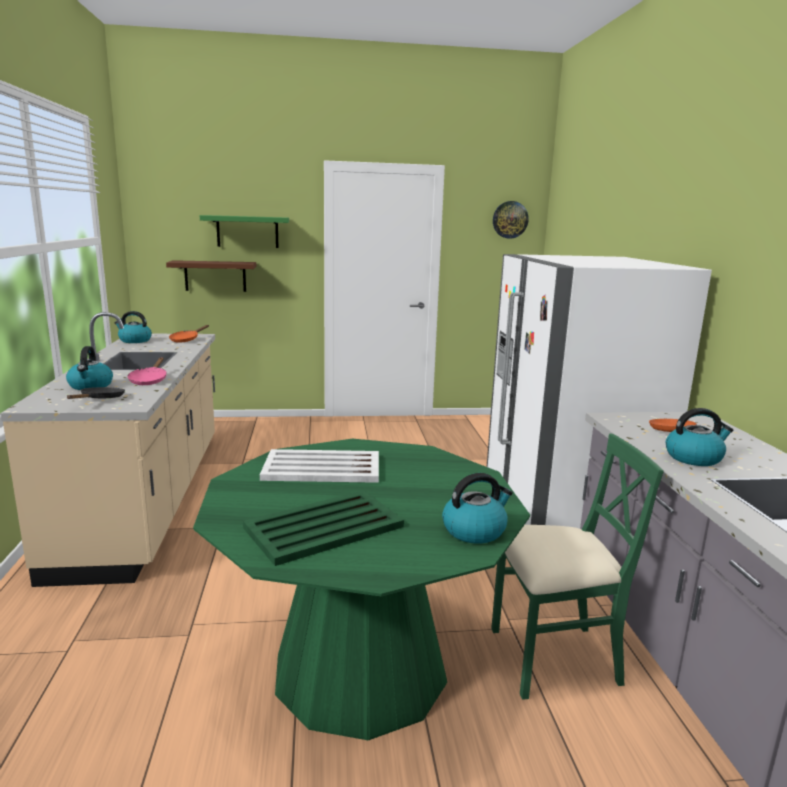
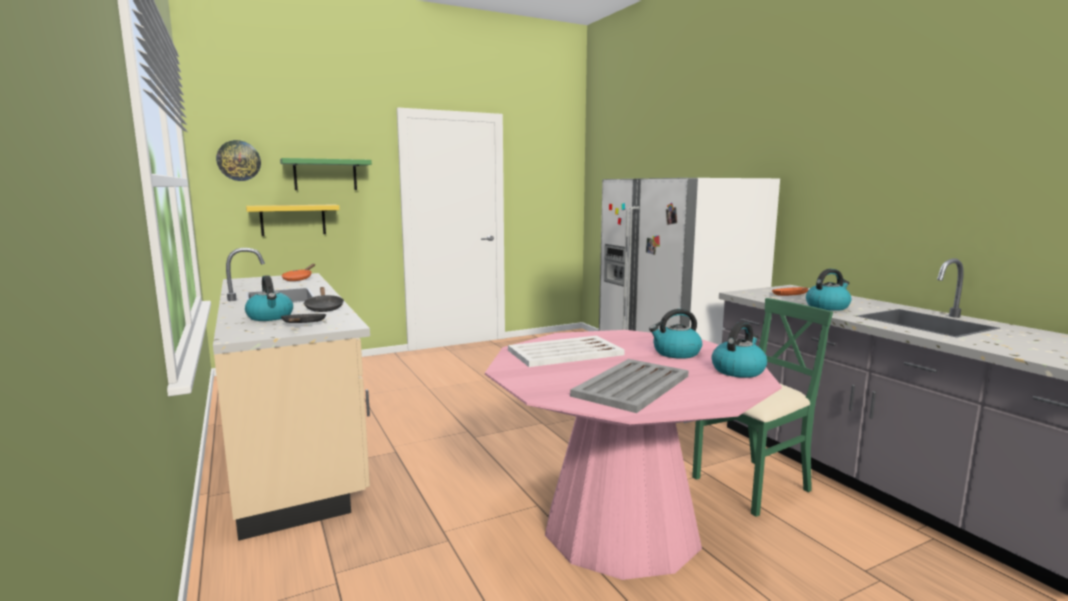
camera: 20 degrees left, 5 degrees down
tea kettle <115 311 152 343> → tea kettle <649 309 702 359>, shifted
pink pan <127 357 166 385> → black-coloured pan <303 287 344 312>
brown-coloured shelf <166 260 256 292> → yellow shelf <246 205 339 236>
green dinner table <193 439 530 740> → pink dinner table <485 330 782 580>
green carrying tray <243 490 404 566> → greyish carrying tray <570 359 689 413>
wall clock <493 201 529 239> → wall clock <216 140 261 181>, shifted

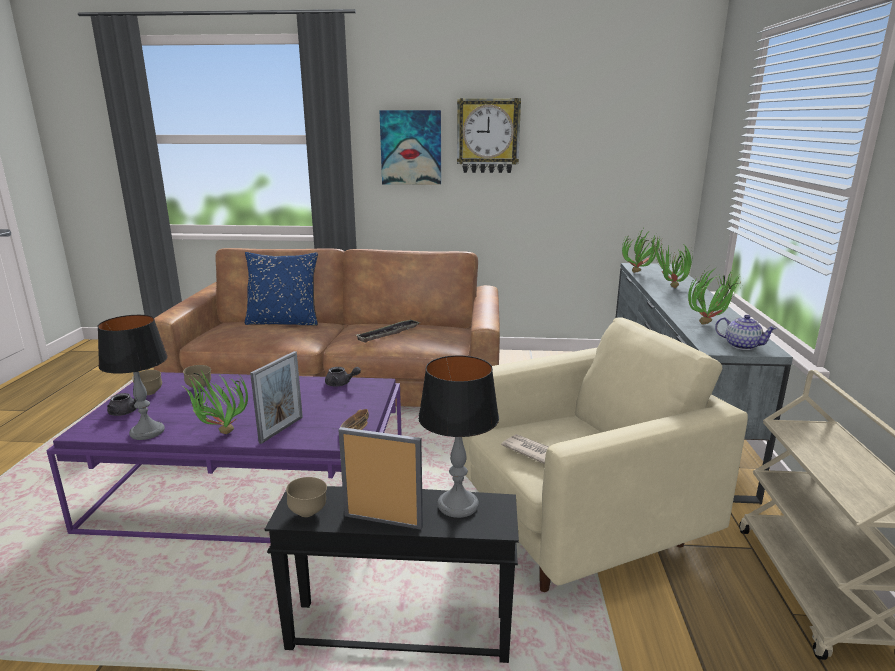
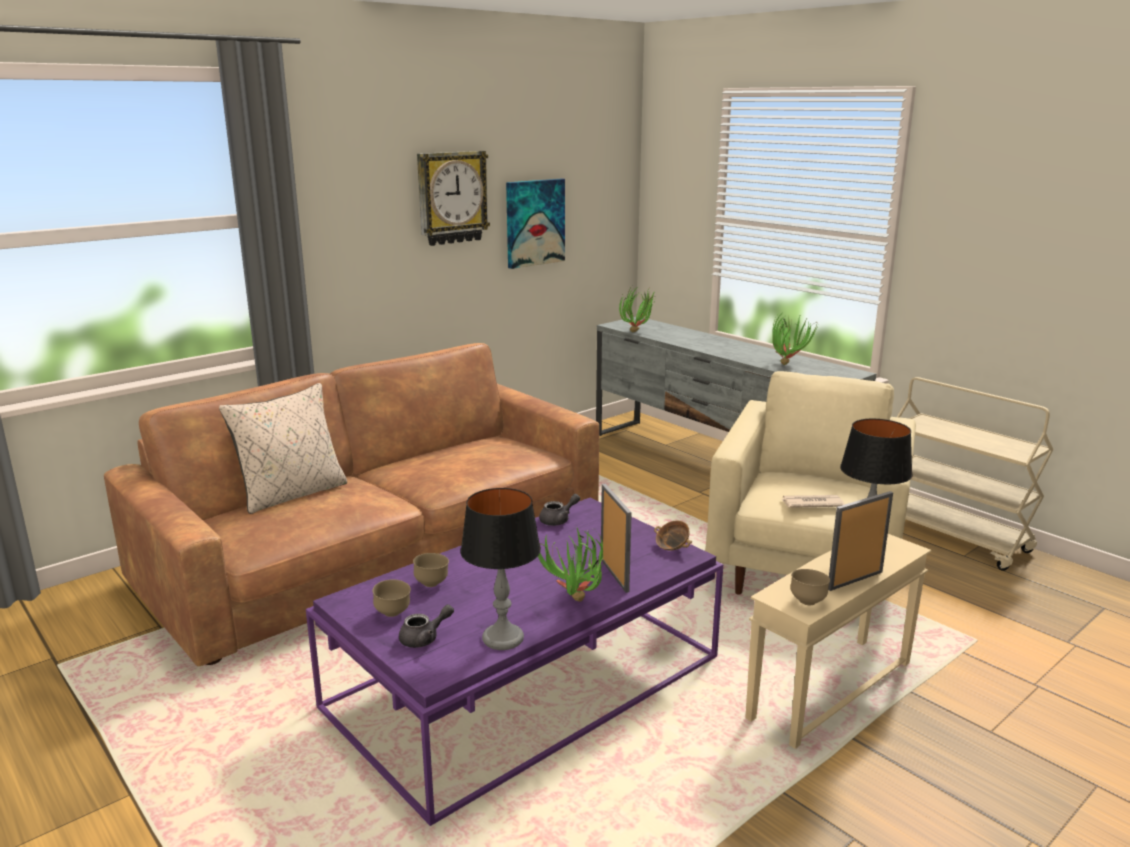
camera: 45 degrees left, 0 degrees up
bluish cushion <245 252 318 326> → sand-coloured cushion <219 383 347 514>
black-coloured side table <265 486 519 663> → sand-coloured side table <745 534 931 749>
carrying tray <356 319 421 343> → -
picture <379 110 441 185> → picture <506 179 565 269>, shifted
plant in a pot <652 243 693 288> → -
teapot <715 315 778 350> → -

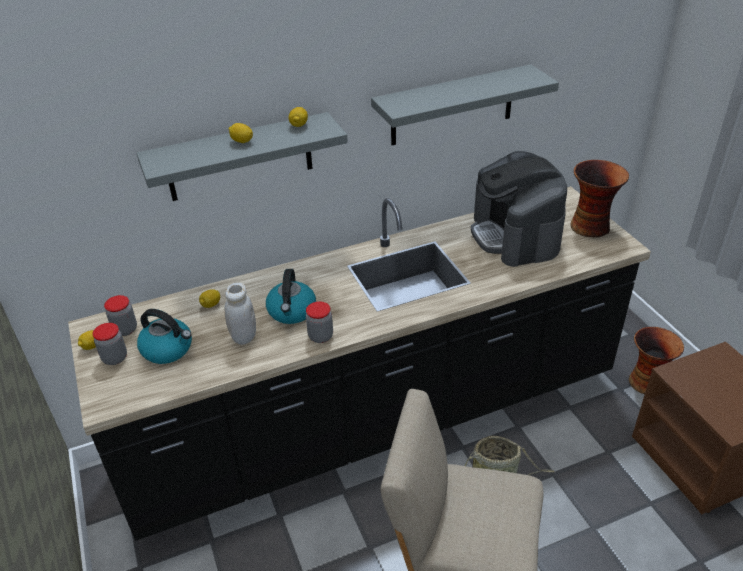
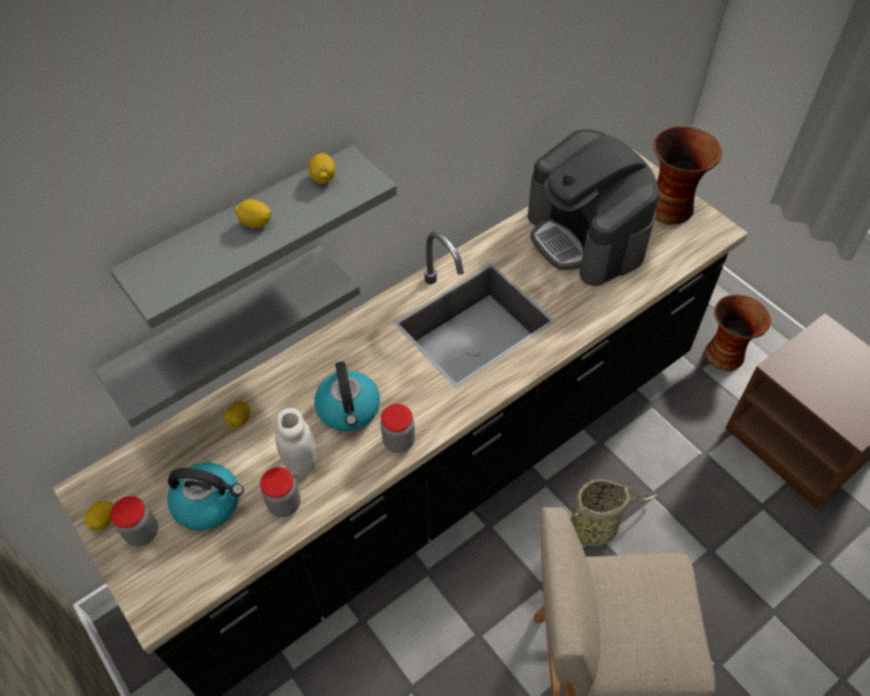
camera: 15 degrees left, 15 degrees up
jar <104 295 137 336> → jar <260 467 301 517>, shifted
greyish shelf <371 64 559 145> → greyish shelf <94 245 360 428>, shifted

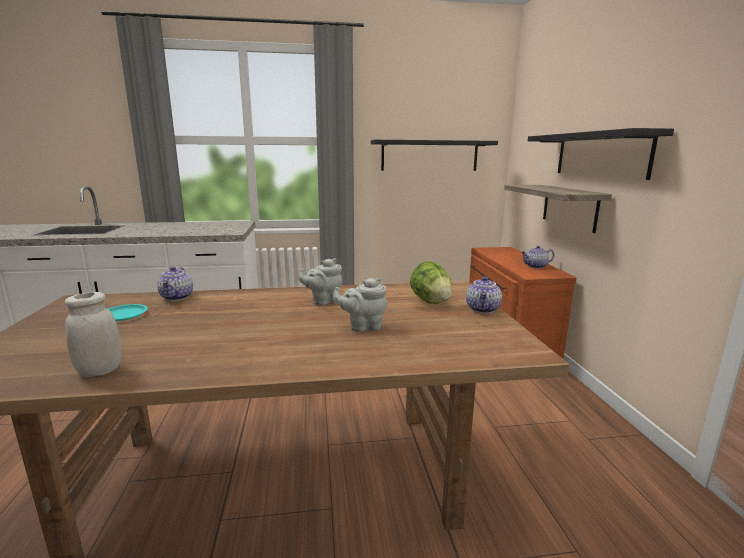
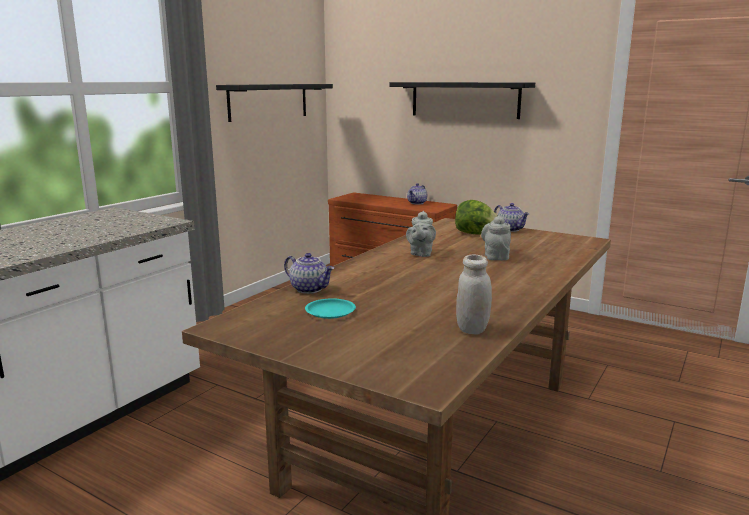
camera: 50 degrees left, 0 degrees up
greyish teapot <333 278 387 332> → greyish teapot <481 216 511 260>, 150 degrees clockwise
shelf <504 185 612 233> → -

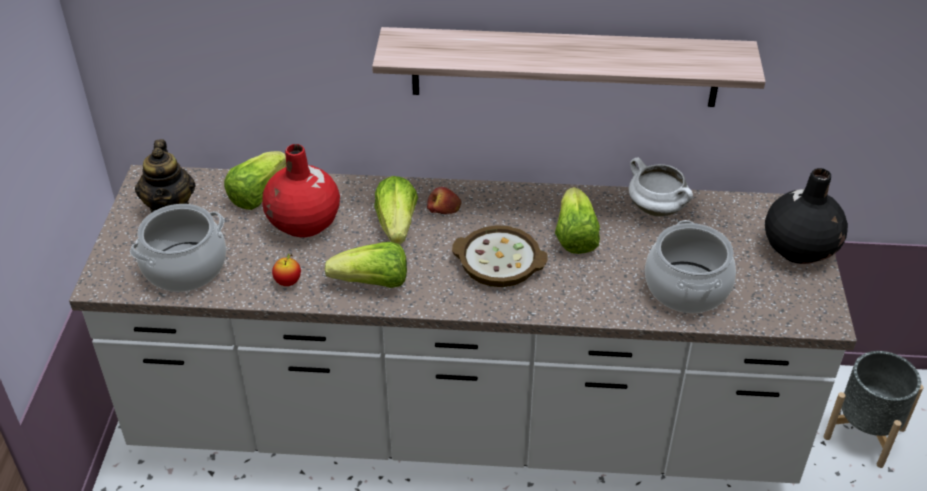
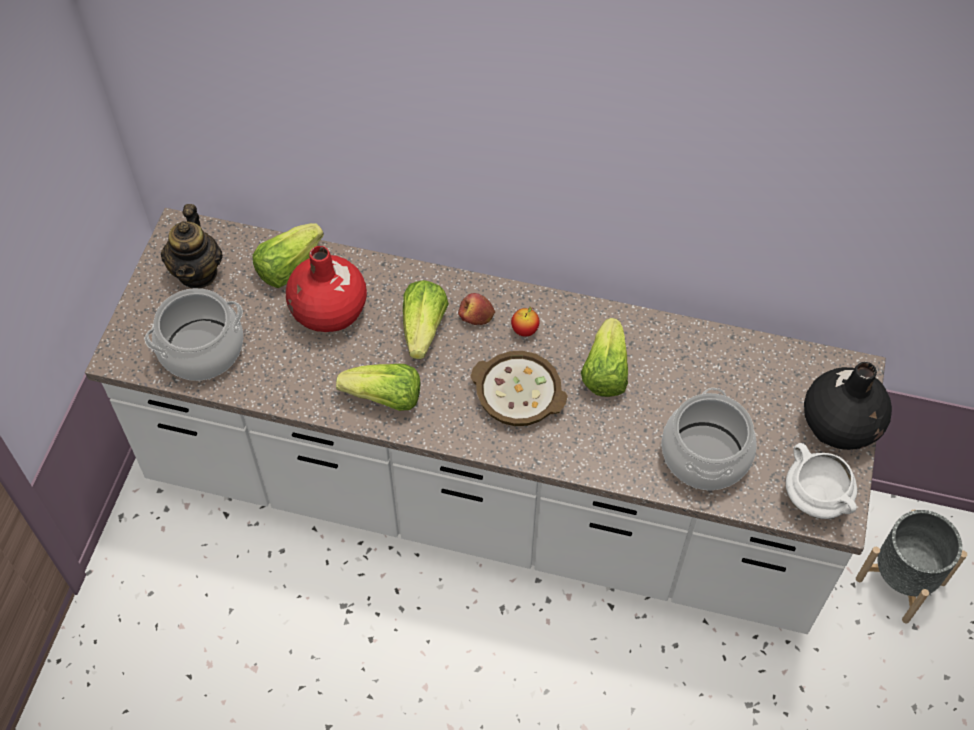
camera: 10 degrees right, 15 degrees up
apple fruit <272 254 301 286> → apple fruit <511 307 540 337>, shifted
shelf <372 27 766 107> → -
white saucepot <628 158 693 216> → white saucepot <785 443 857 519>, shifted

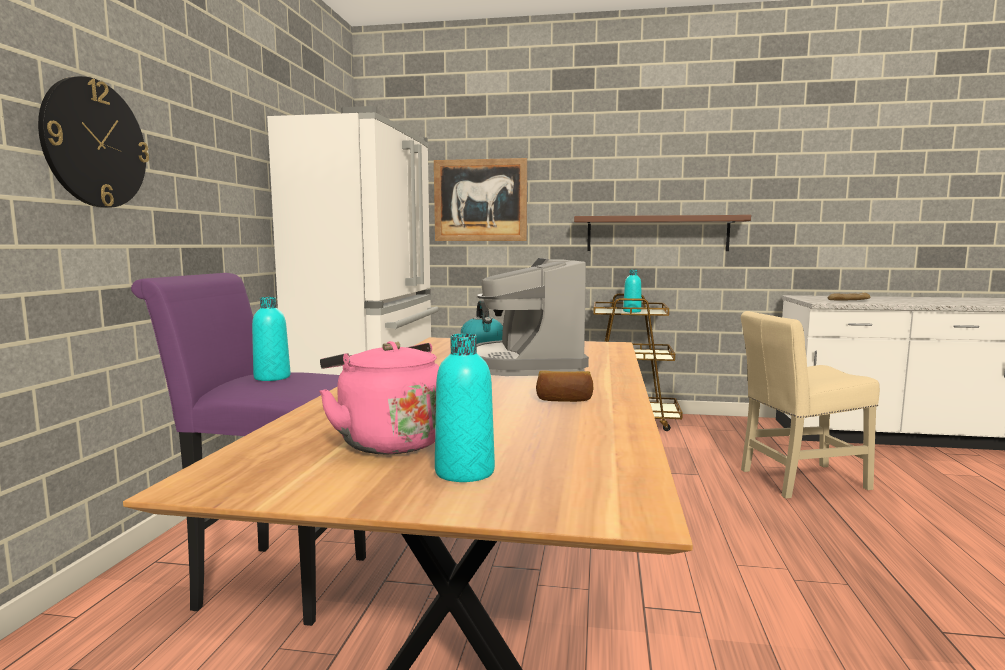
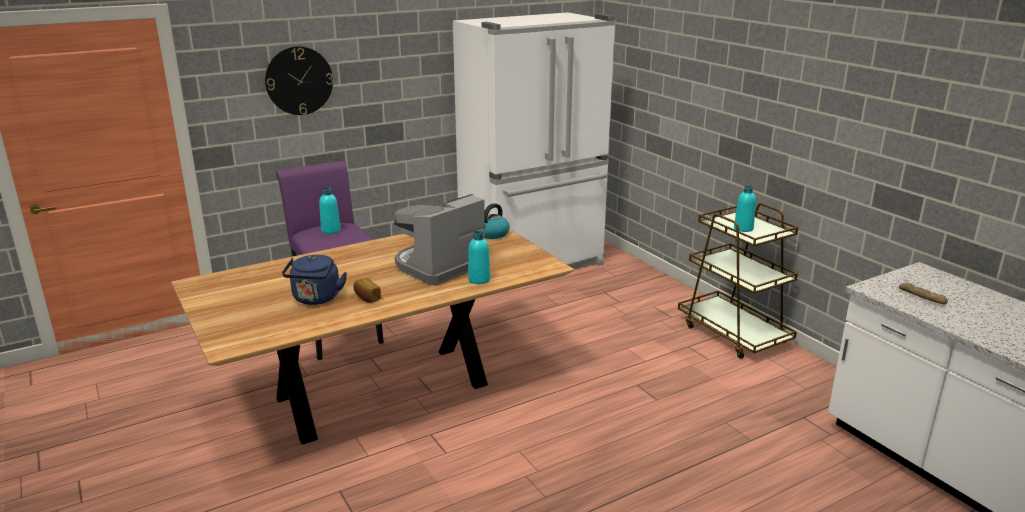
camera: 50 degrees right, 15 degrees up
pink tea kettle <319 341 439 454> → -
picture <434 158 527 241> → -
turquoise-coloured drink bottle <435 334 495 482> → turquoise-coloured drink bottle <468 231 490 284>, shifted
brown-coloured shelf <574 215 751 251> → -
sand-coloured upright chair <741 311 880 499> → -
- → bluish tea kettle <282 255 347 305>

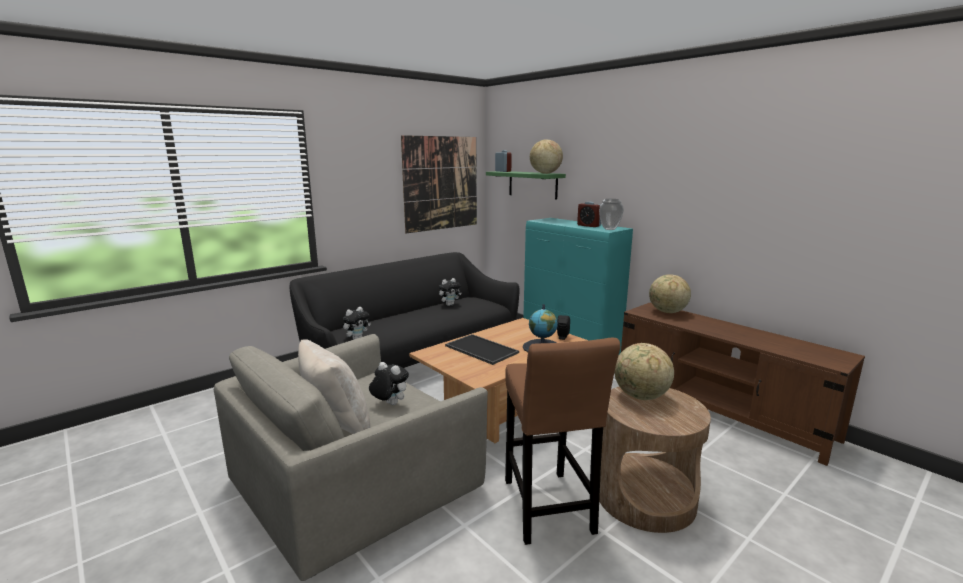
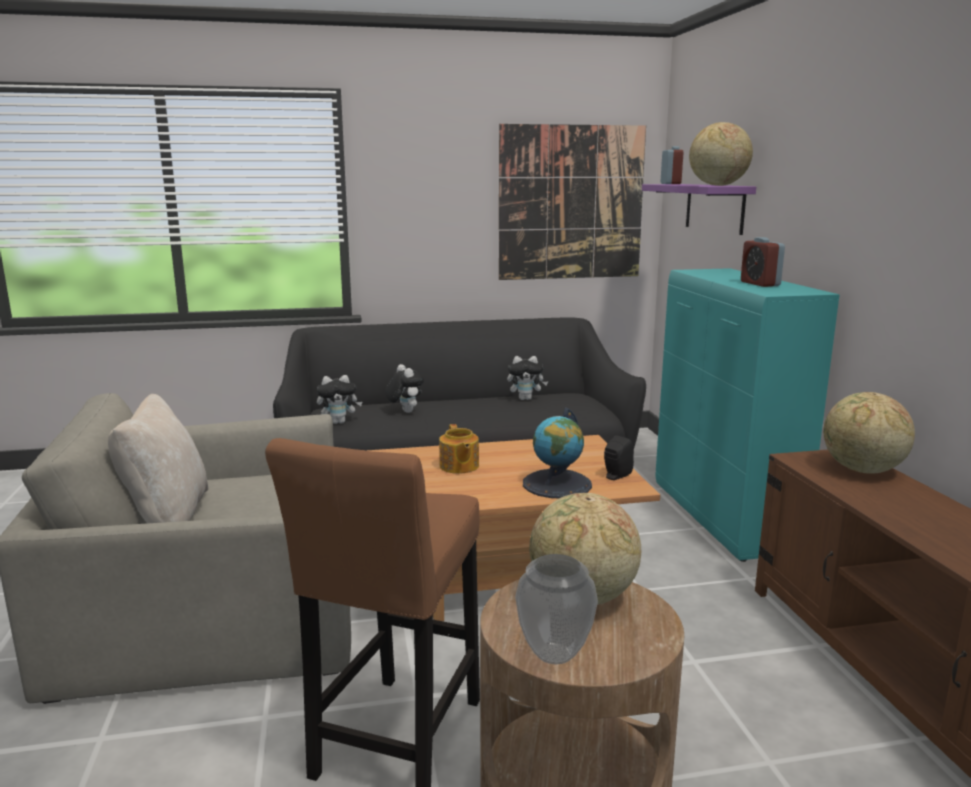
camera: 30 degrees right, 0 degrees up
soft toy <369 362 409 405> → soft toy <385 364 424 413>, shifted
carrying tray <445 334 519 365> → teapot <439 424 479 474>
green shelf <486 171 566 200> → purple-coloured shelf <642 184 756 235>
flower vase <599 199 624 230> → flower vase <515 554 598 664>, shifted

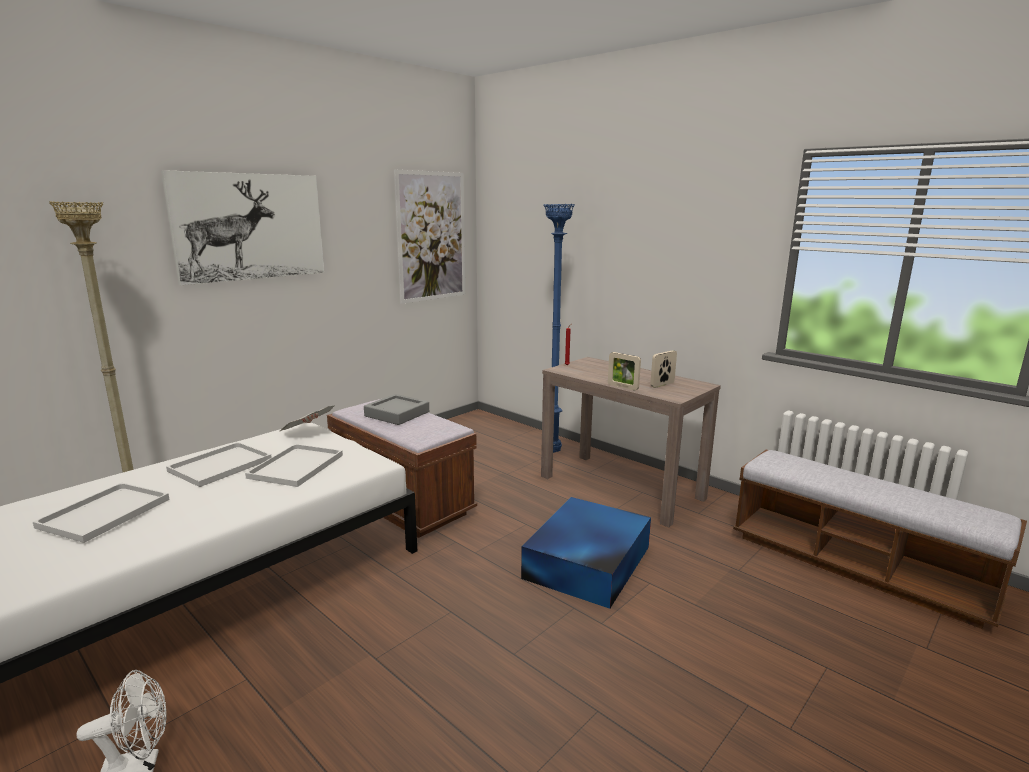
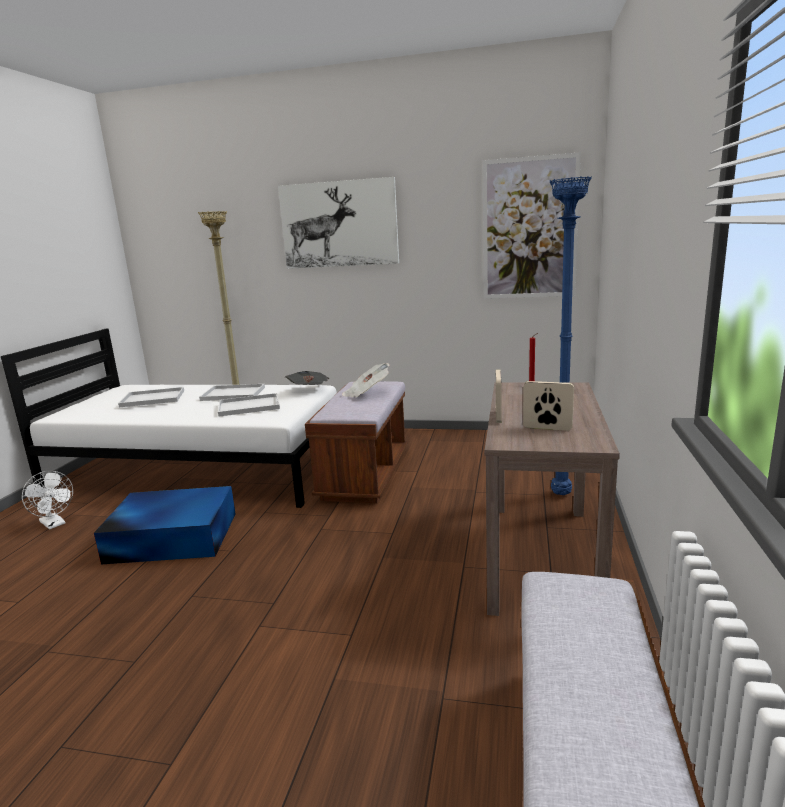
camera: 60 degrees right, 0 degrees up
greyish carrying tray <364 394 429 425> → daily paper <342 363 390 398>
bluish storage container <521 497 651 609> → bluish storage container <94 486 236 564>, shifted

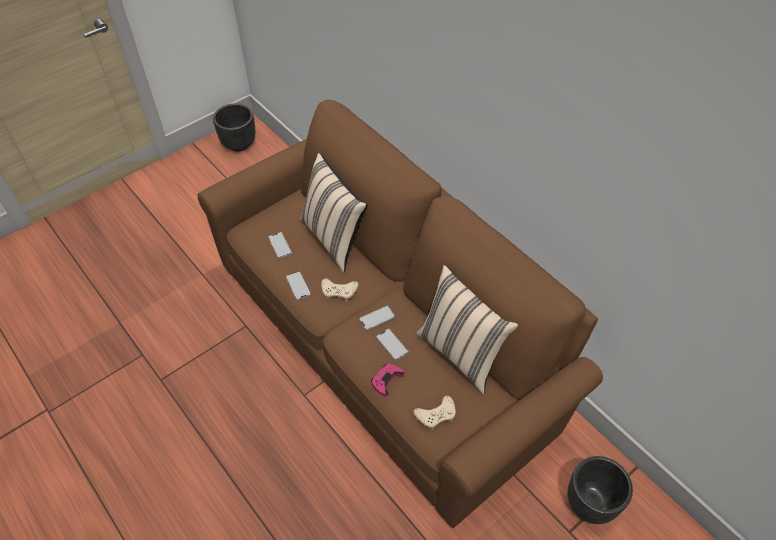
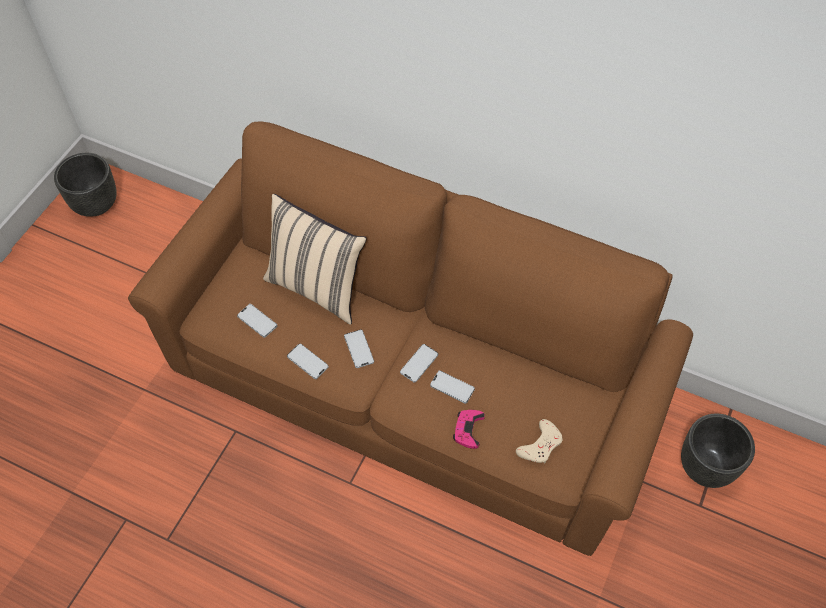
camera: 25 degrees left, 5 degrees up
sand-coloured game controller <321 279 359 301> → phone <344 330 374 368>
sand-coloured cushion <416 265 518 394> → -

